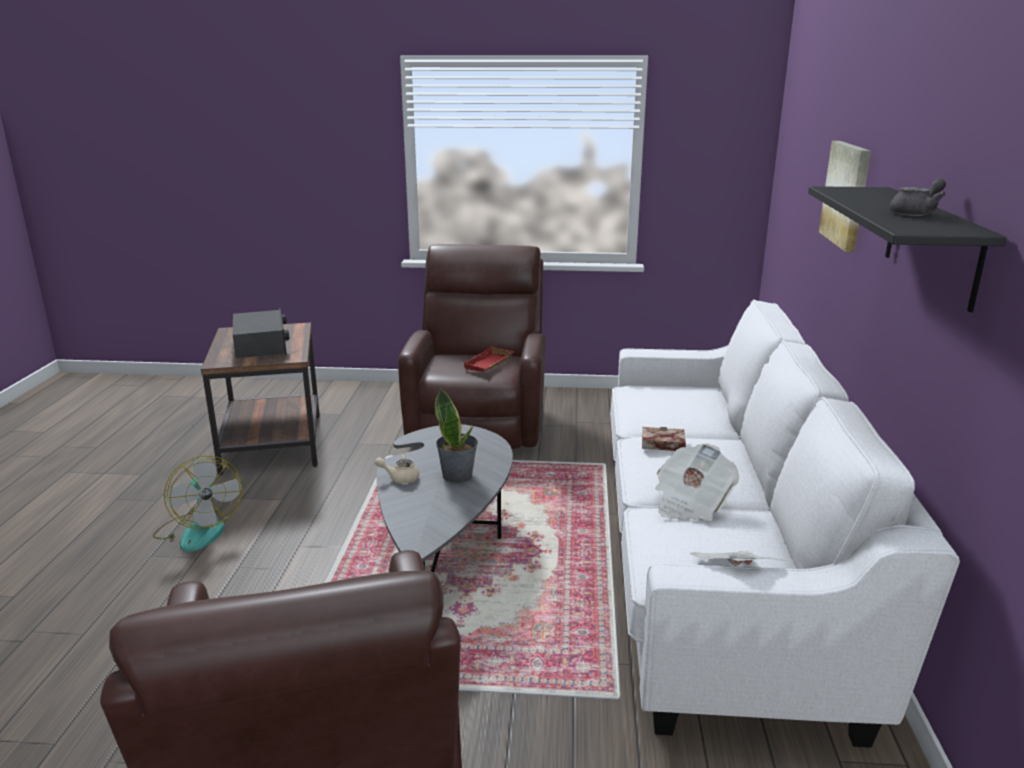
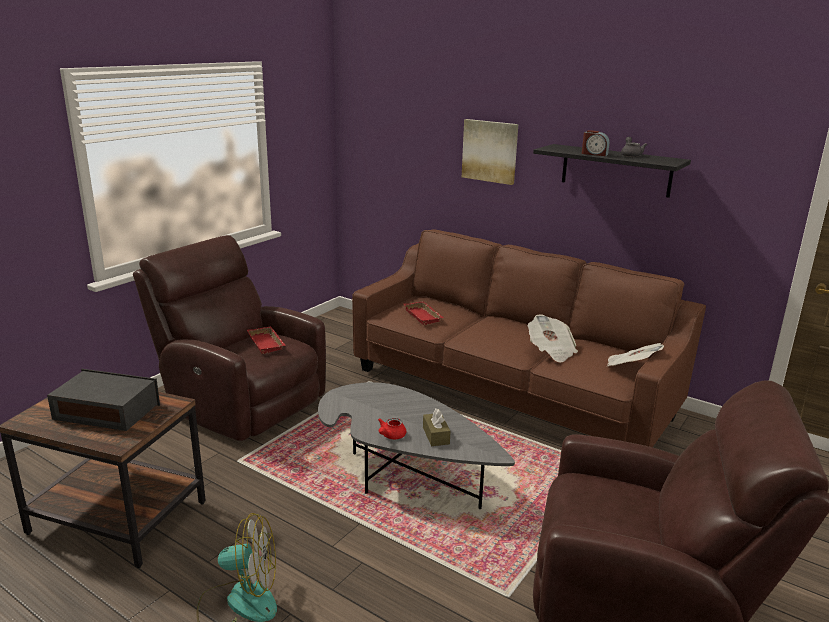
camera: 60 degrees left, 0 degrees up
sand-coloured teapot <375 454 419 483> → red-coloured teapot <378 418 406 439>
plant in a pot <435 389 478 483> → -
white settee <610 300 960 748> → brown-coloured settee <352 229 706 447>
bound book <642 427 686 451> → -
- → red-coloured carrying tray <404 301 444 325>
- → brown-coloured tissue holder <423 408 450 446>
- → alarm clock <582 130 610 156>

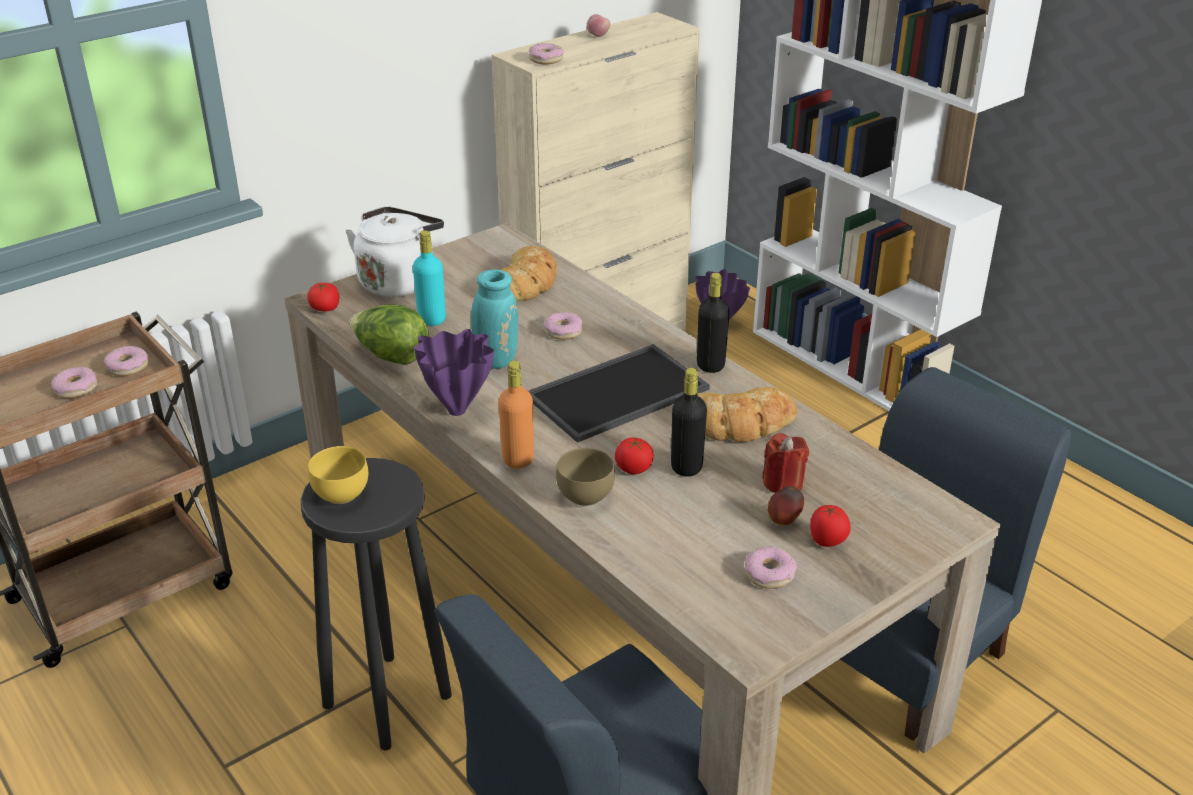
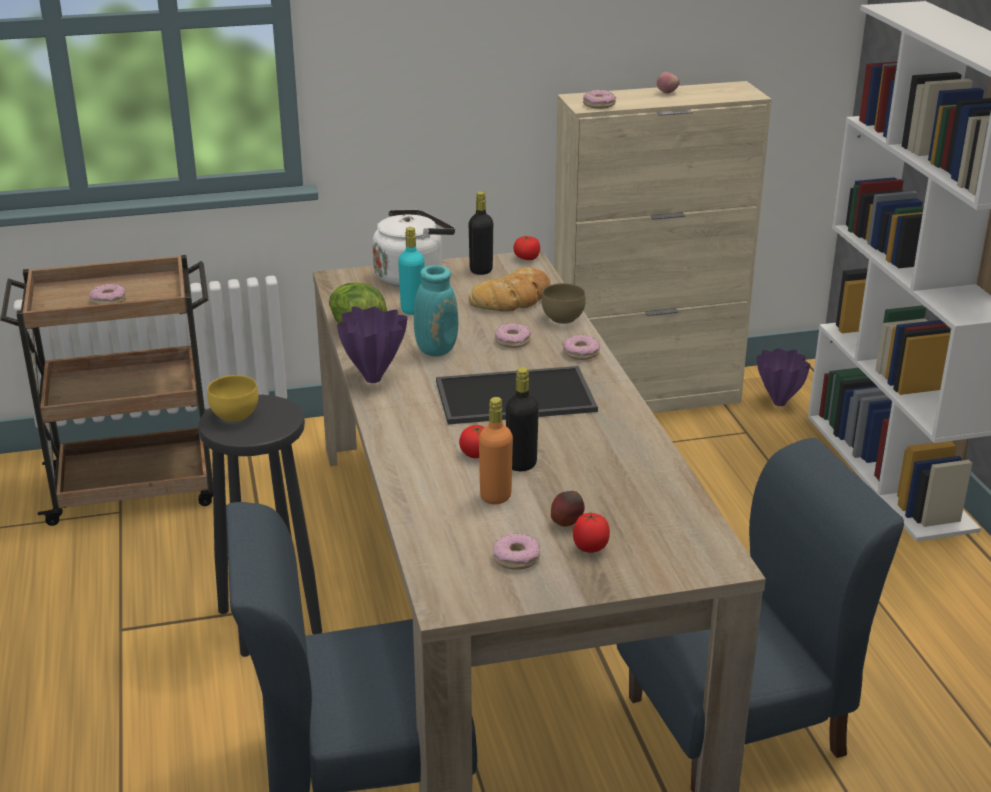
camera: 25 degrees right, 5 degrees down
ring doughnut <104 346 149 376> → ring doughnut <563 335 600 360>, shifted
whole tomato <307 283 339 312> → whole tomato <513 236 540 260>, shifted
orange drink bottle <498 360 534 469> → orange drink bottle <479 397 513 504>, shifted
brown-coloured deep dish <556 448 615 506> → brown-coloured deep dish <542 283 586 324>, shifted
black-coloured drink bottle <697 273 730 373> → black-coloured drink bottle <469 191 493 275>, shifted
bakery bread <697 387 797 442> → -
red-coloured candle <762 433 809 493> → -

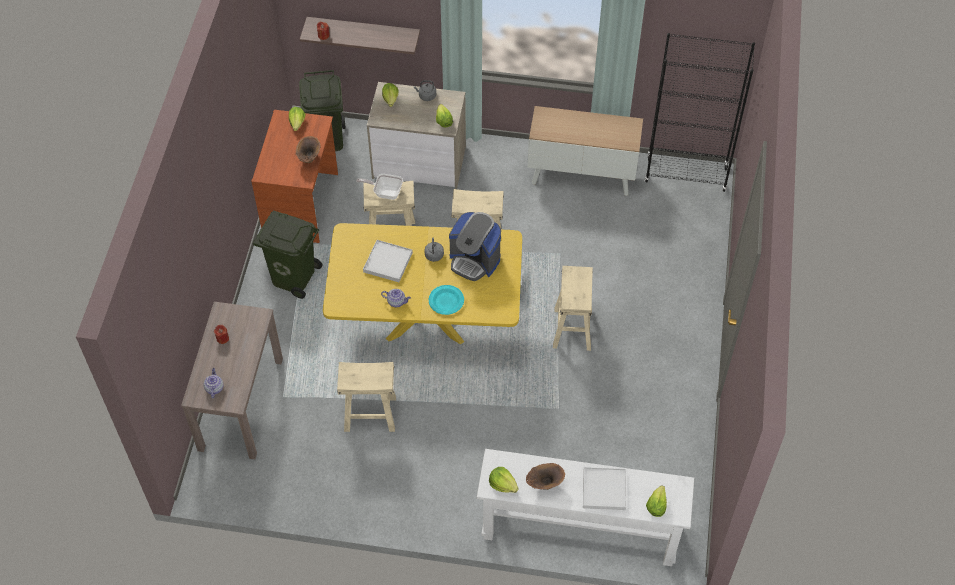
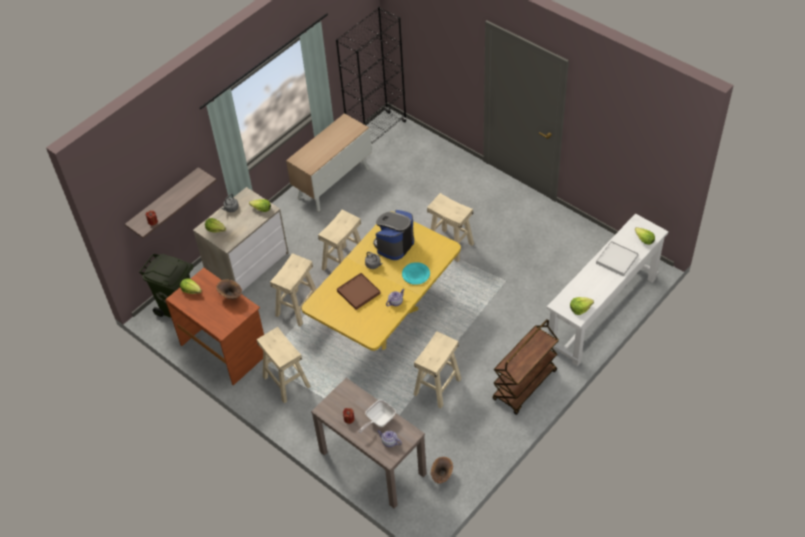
camera: 55 degrees left, 5 degrees down
green waste bin <253 210 322 299> → sand-coloured stool seat <257 327 311 403>
pan <356 174 403 200> → pan <358 400 396 433>, shifted
white carrying tray <363 240 413 282> → brown-coloured carrying tray <337 273 381 310>
coffee machine <449 212 501 281> → coffee machine <373 210 414 260>, 150 degrees clockwise
brown-coloured flower vase <526 463 565 490> → brown-coloured flower vase <430 457 453 484>, shifted
- → brown-coloured wheeled cart <492 319 559 415>

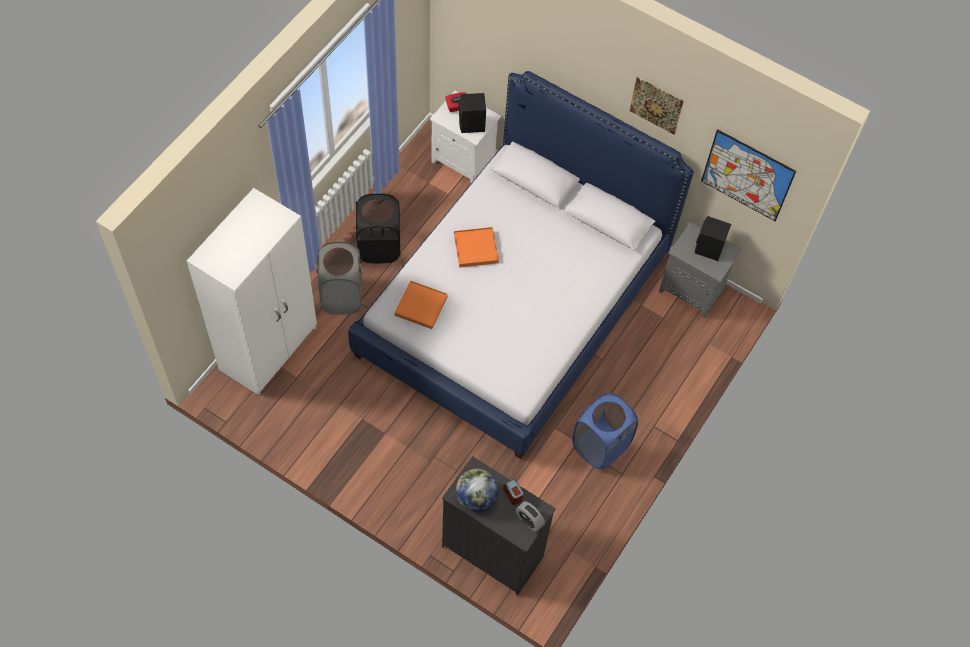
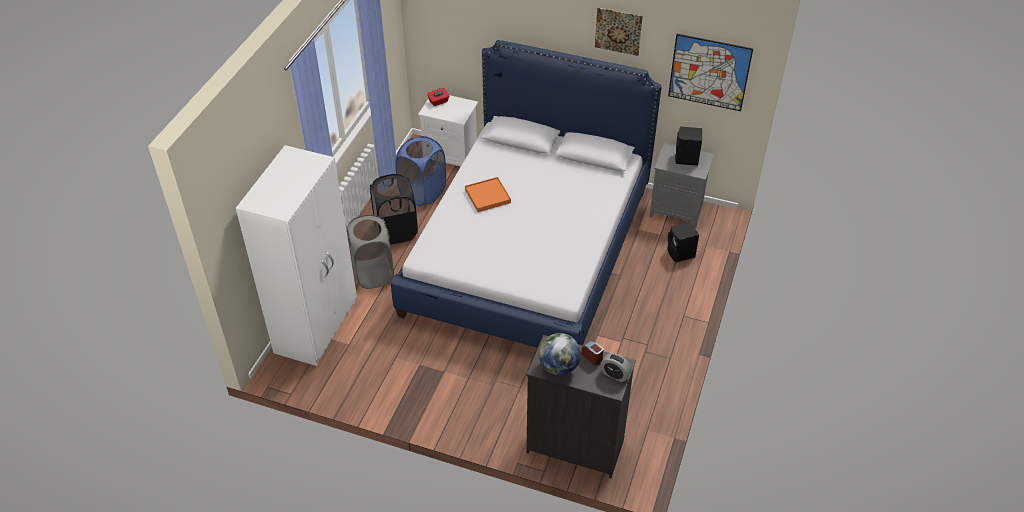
camera: 10 degrees left, 15 degrees down
orange carrying tray <395 280 448 329> → -
black-coloured audio speaker <458 93 486 133> → black-coloured audio speaker <667 222 699 262>, shifted
bluish washing basket <572 393 638 469> → bluish washing basket <395 136 446 206>, shifted

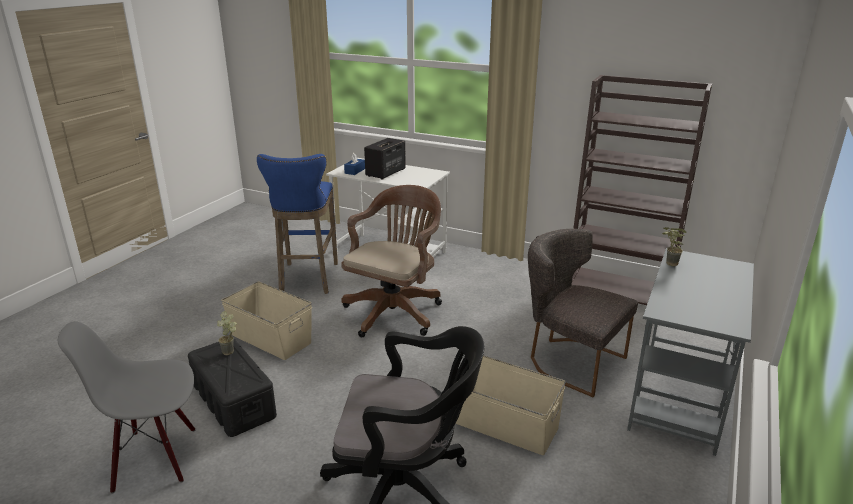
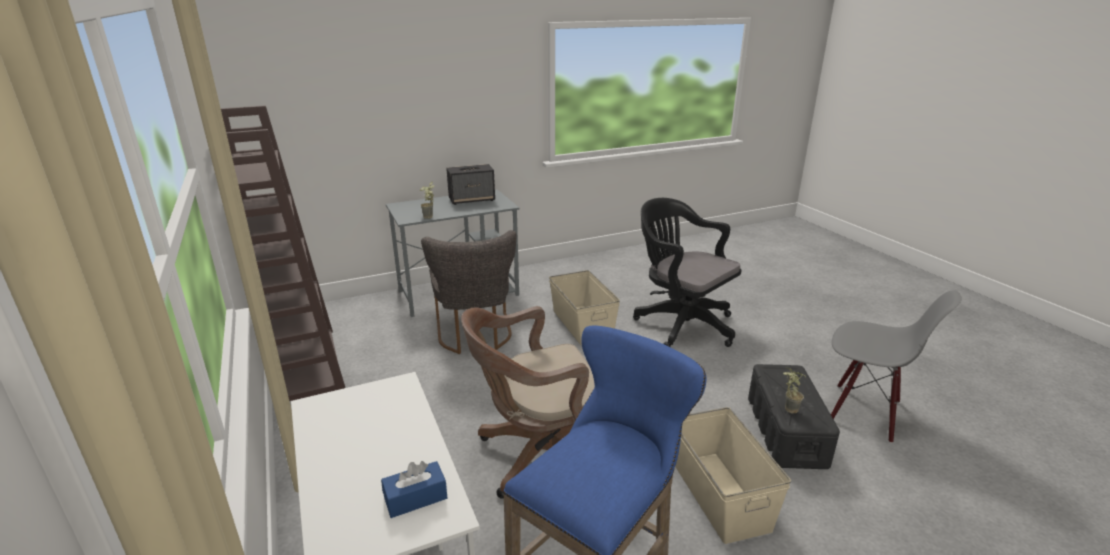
camera: 140 degrees left, 0 degrees up
audio speaker <364 138 406 180> → audio speaker <446 164 495 205>, shifted

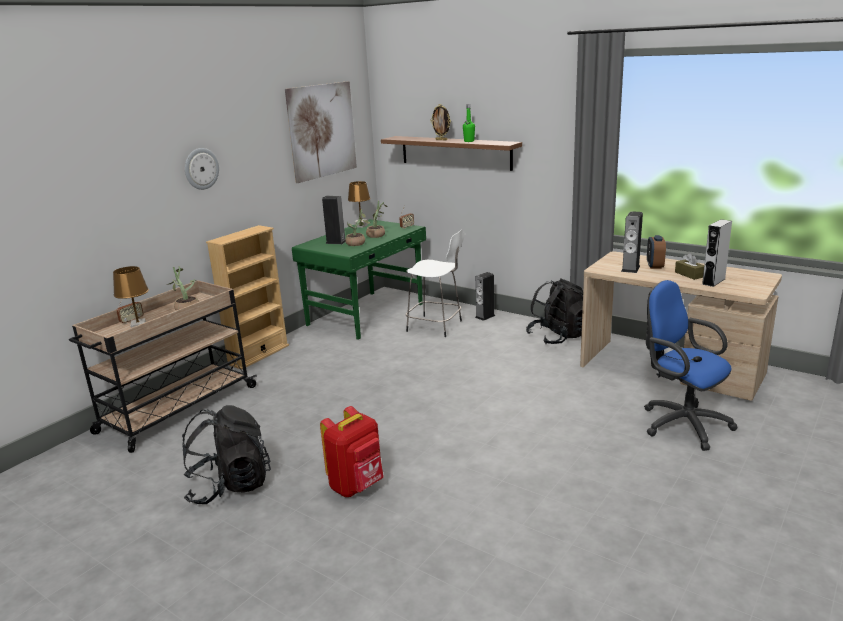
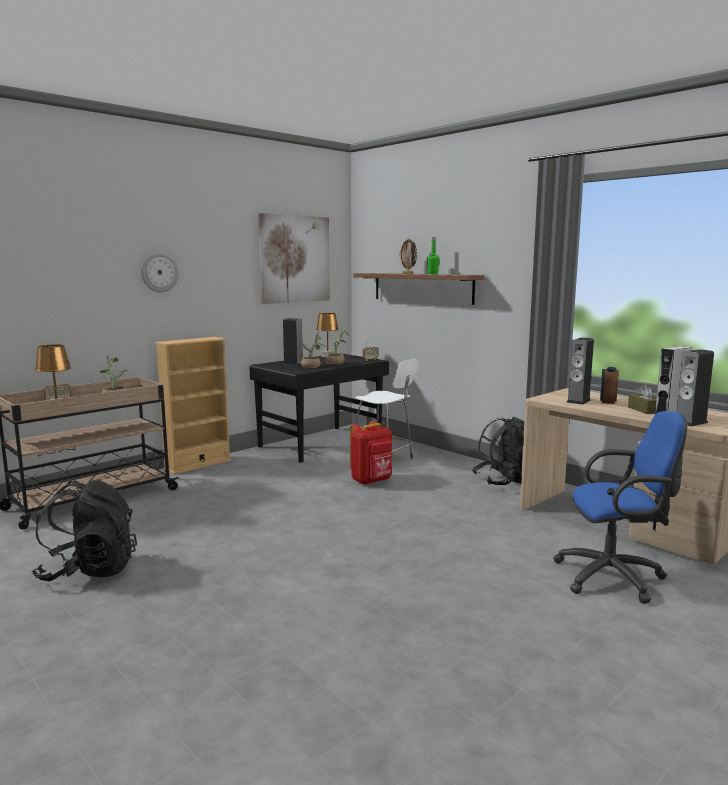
camera: 10 degrees right, 10 degrees down
green desk <292 219 426 340> → black-coloured desk <249 353 389 463>
red-coloured backpack <320 406 384 497> → red-coloured backpack <350 421 392 485>, shifted
audio speaker <475 272 495 321> → audio speaker <677 349 714 427>, shifted
bluish computer chair <644 280 738 451> → bluish computer chair <553 411 688 604>, 120 degrees clockwise

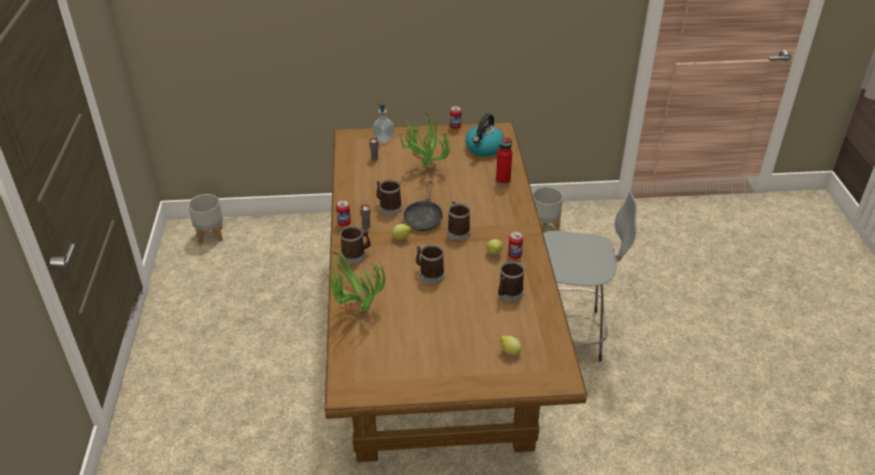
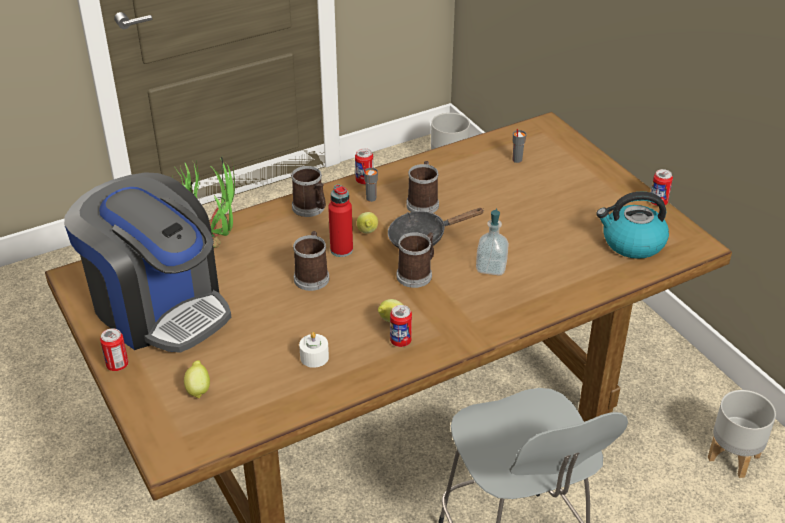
camera: 65 degrees right, 0 degrees up
liquid soap bottle <373 103 394 143> → liquid soap bottle <476 209 509 276>, shifted
plant in a pot <400 113 451 170> → -
red-coloured drink bottle <496 138 512 185> → red-coloured drink bottle <328 184 353 257>, shifted
mug <498 261 525 301> → white candle <299 332 329 368>
- → coffee machine <64 172 231 353>
- → can <100 328 128 371>

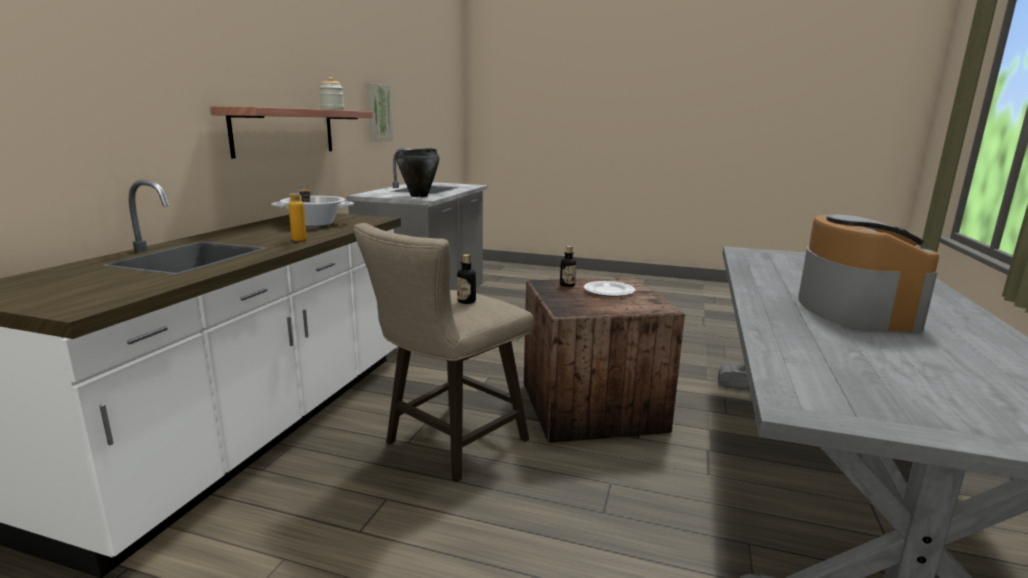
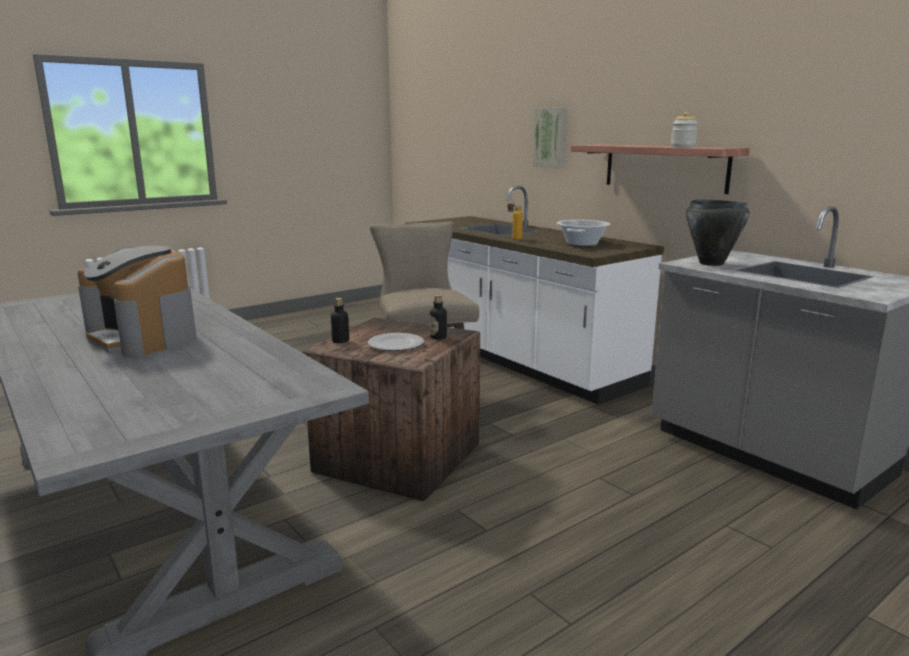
camera: 125 degrees right, 0 degrees up
picture <367 83 393 142> → picture <533 107 567 168>, shifted
drink bottle <457 254 476 304> → drink bottle <331 298 349 343>, shifted

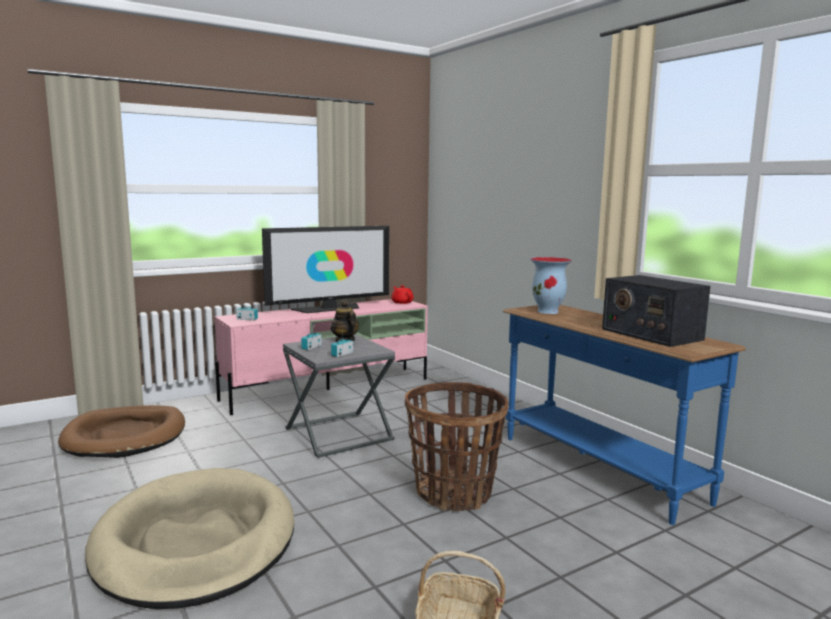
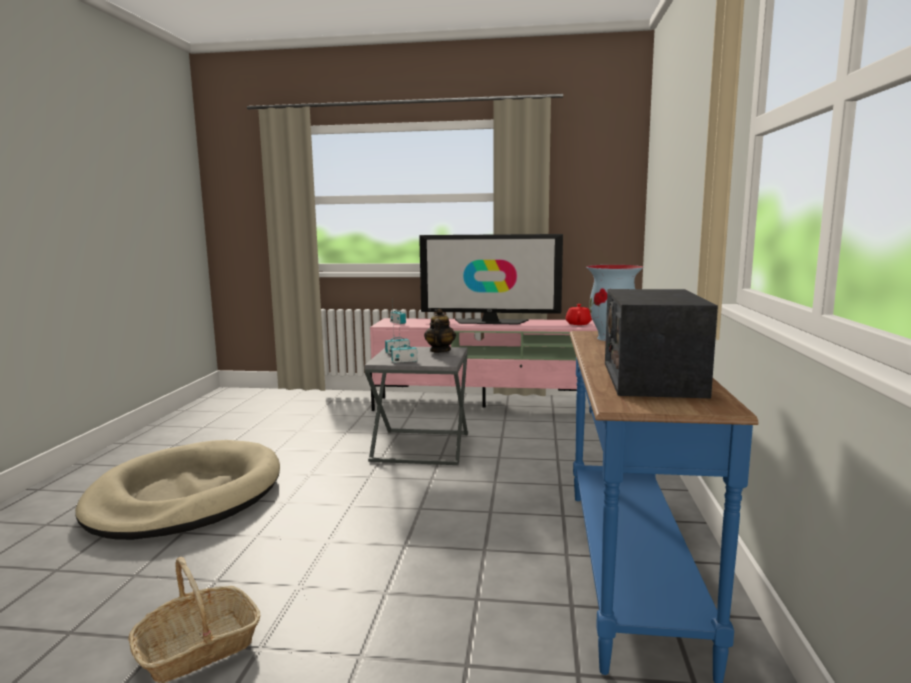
camera: 40 degrees right, 0 degrees up
brown-coloured dog bed <58 405 185 458> → -
storage basket <405 382 508 511> → -

